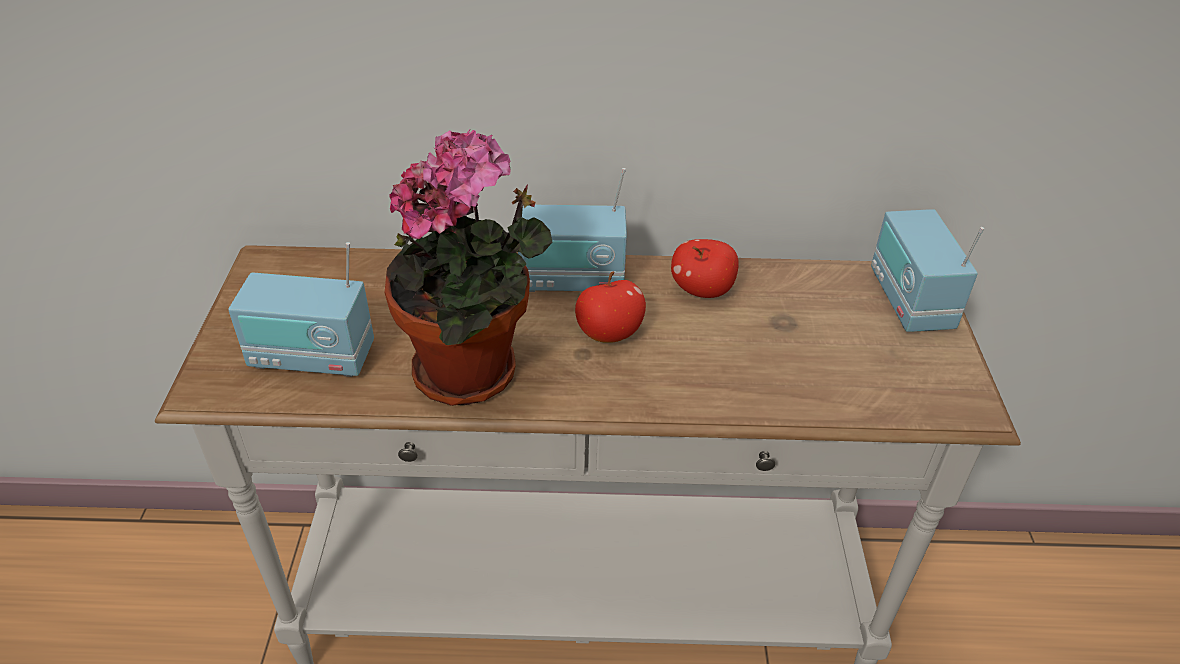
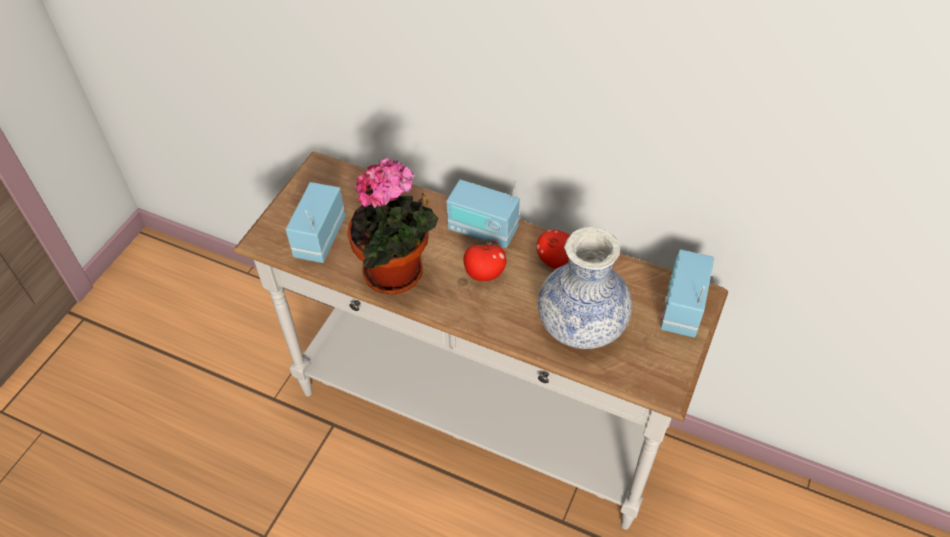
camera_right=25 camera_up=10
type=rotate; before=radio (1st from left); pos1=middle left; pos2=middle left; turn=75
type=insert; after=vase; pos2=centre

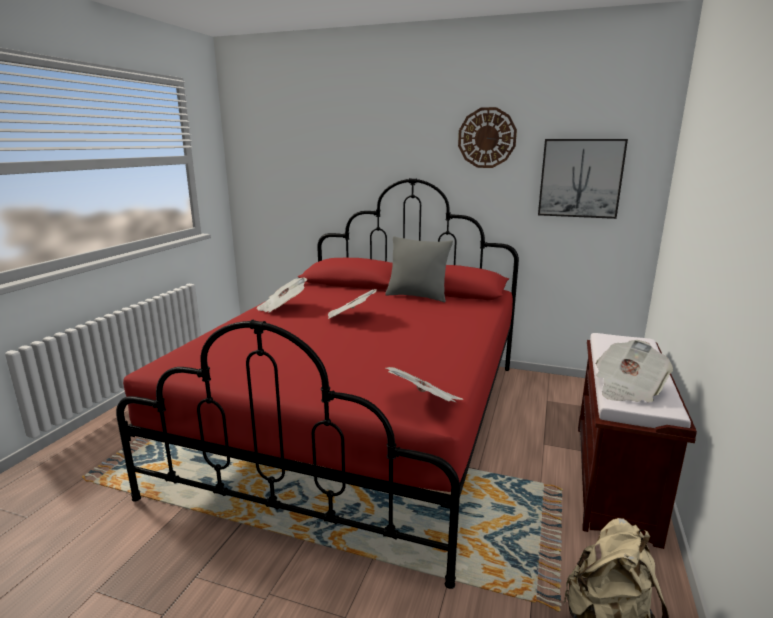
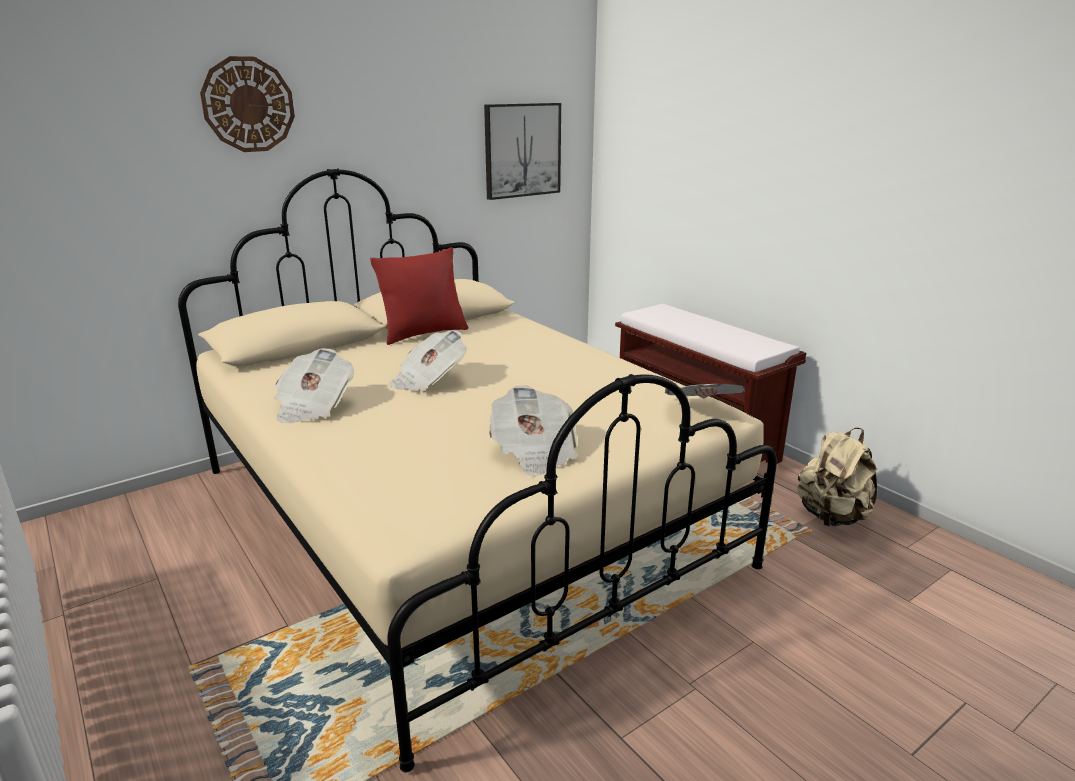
camera_right=-55 camera_up=5
type=recolor; before=red bed; after=beige bed; pos1=centre; pos2=centre
type=recolor; before=grey pillow; after=red pillow; pos1=centre; pos2=centre
type=move; before=wall clock; pos1=top centre; pos2=top left
type=move; before=newspaper (4th from left in the first image); after=newspaper (3rd from left); pos1=middle right; pos2=centre

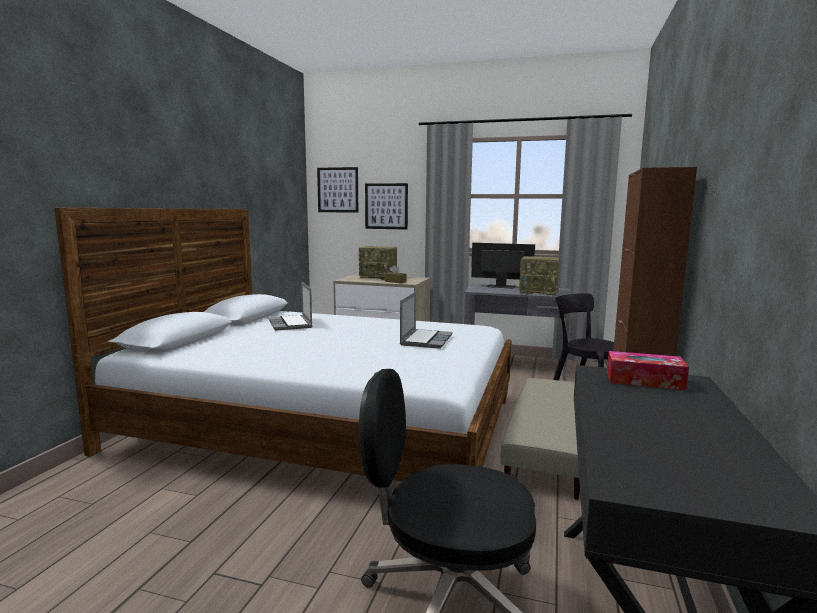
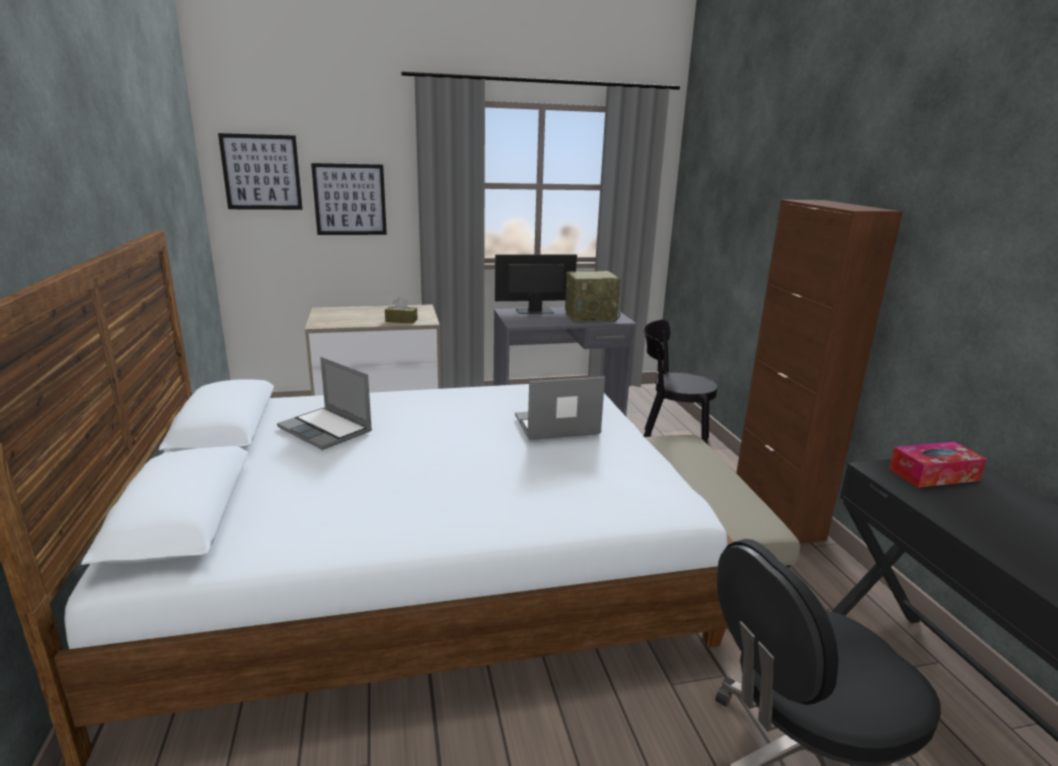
camera_right=-30 camera_up=10
type=delete; before=radio (1st from left); pos1=centre
type=rotate; before=laptop (2nd from left); pos1=centre; pos2=centre; turn=-90

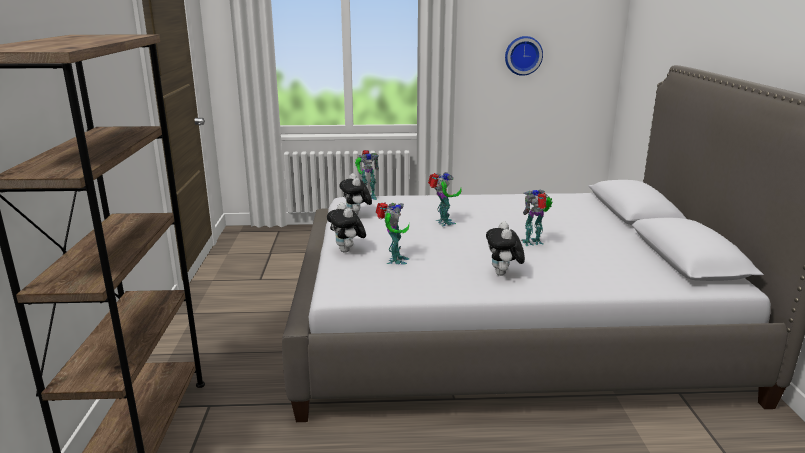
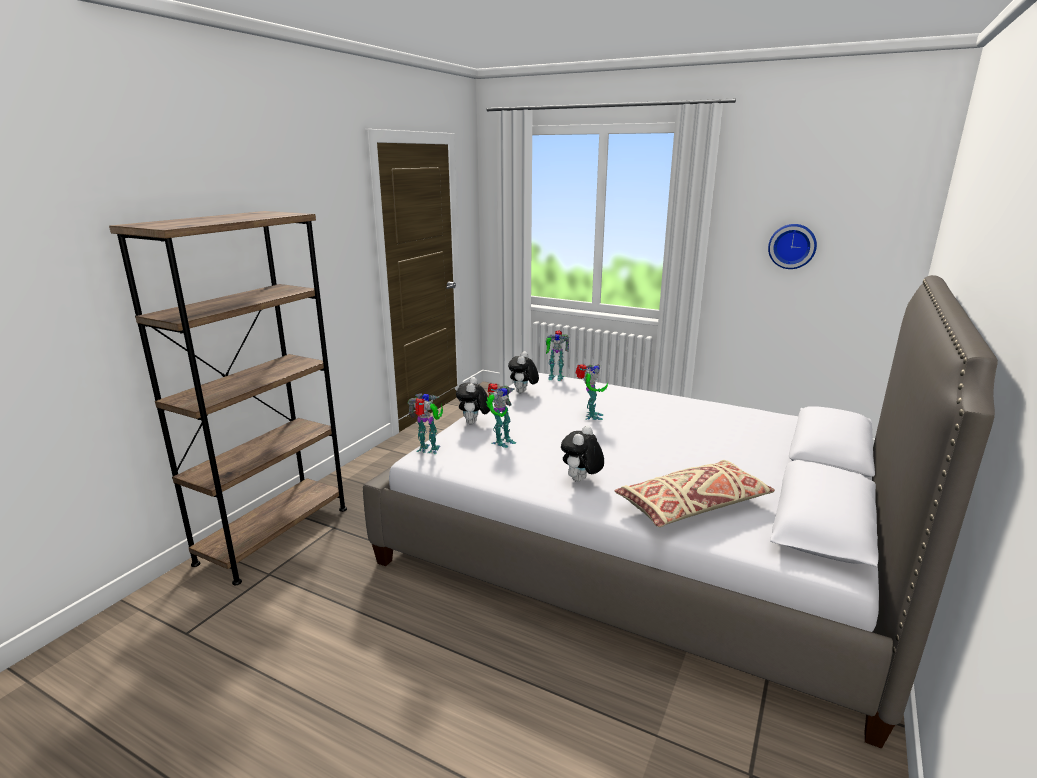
camera_right=30 camera_up=0
type=move; before=toy robot (4th from left in the first image); after=toy robot (1st from left); pos1=middle right; pos2=centre
type=insert; after=beige pillow; pos2=middle right

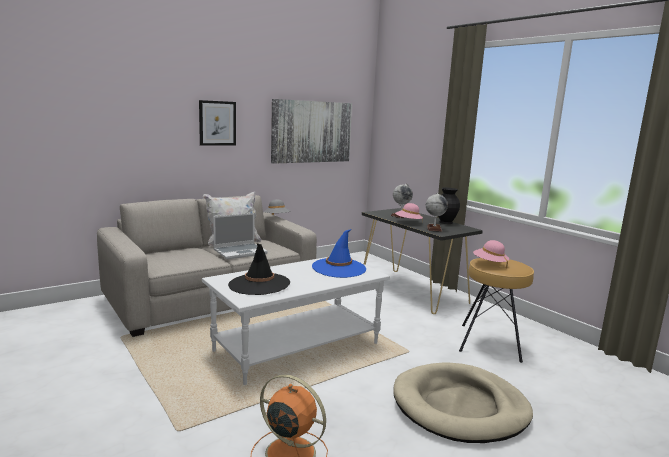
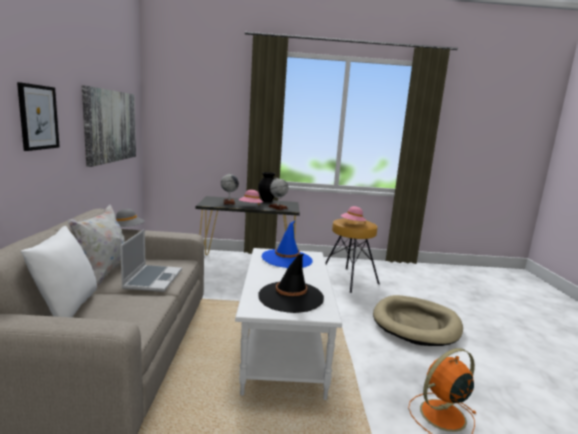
camera_right=-55 camera_up=0
type=insert; after=white pillow (1st from left); pos2=middle left

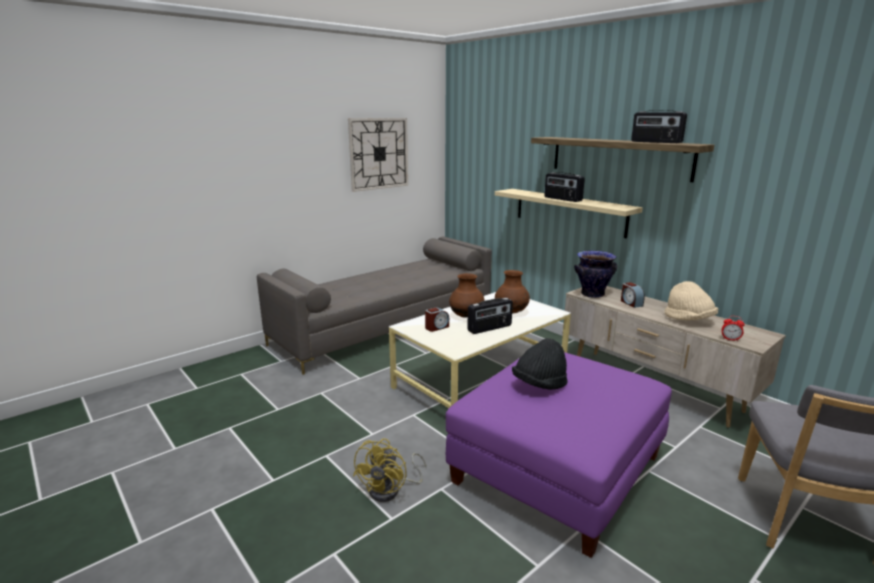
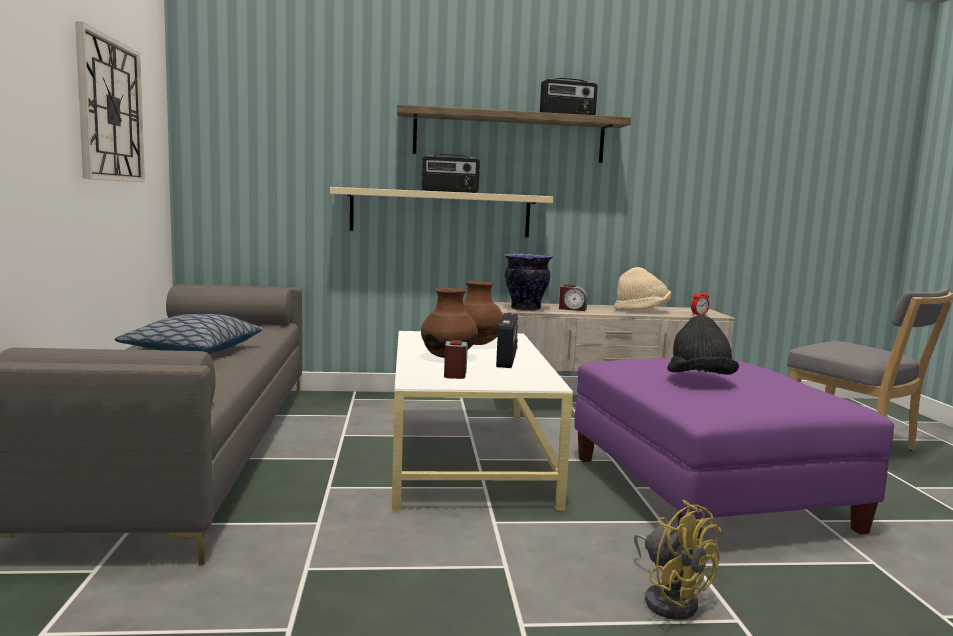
camera_right=-55 camera_up=-10
type=insert; after=pillow; pos2=middle left

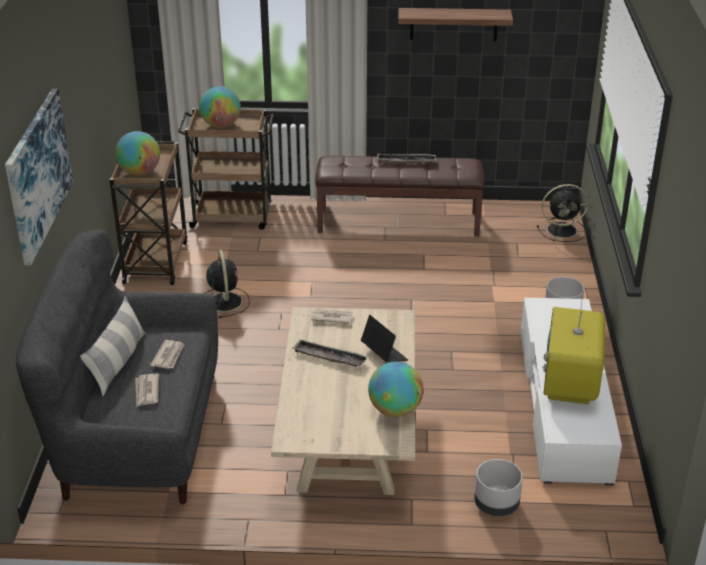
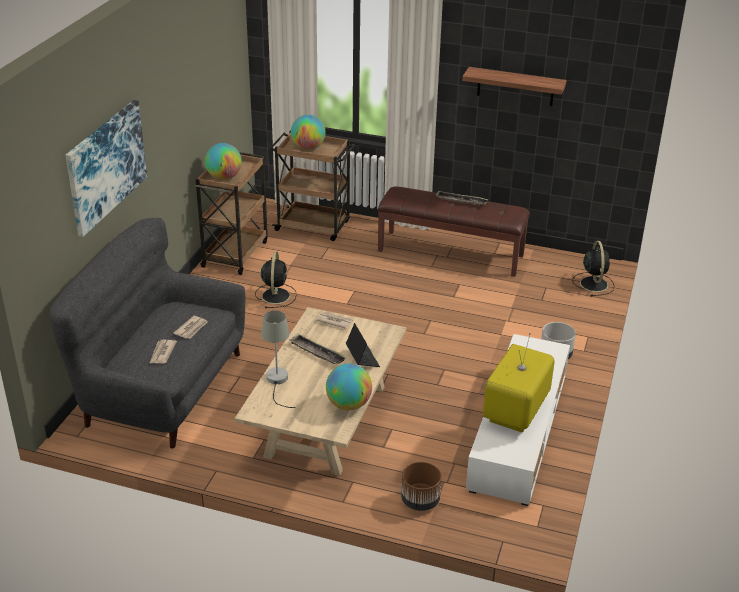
camera_right=15 camera_up=0
type=delete; before=pillow; pos1=middle left
type=recolor; before=grey planter (1st from left); after=brown planter; pos1=bottom right; pos2=bottom centre
type=rotate; before=black fan (2nd from left); pos1=middle right; pos2=middle right; turn=-105
type=insert; after=grey table lamp; pos2=centre

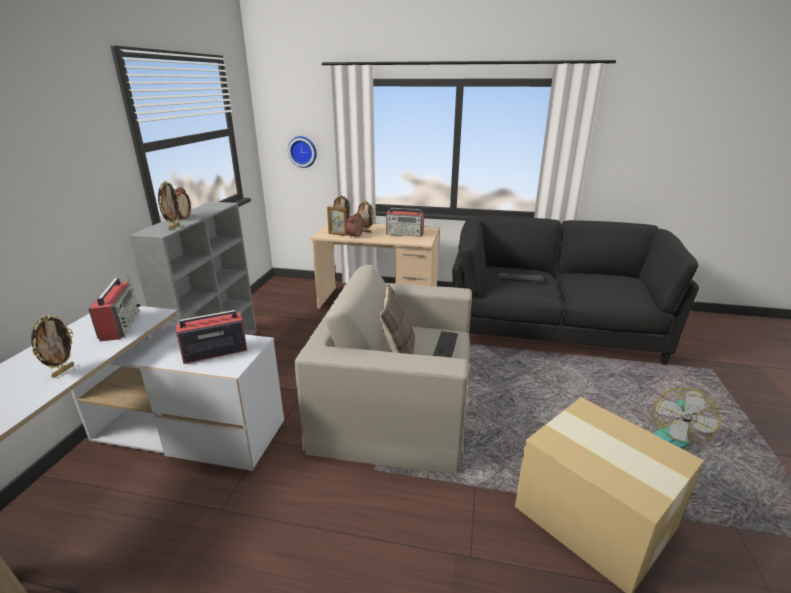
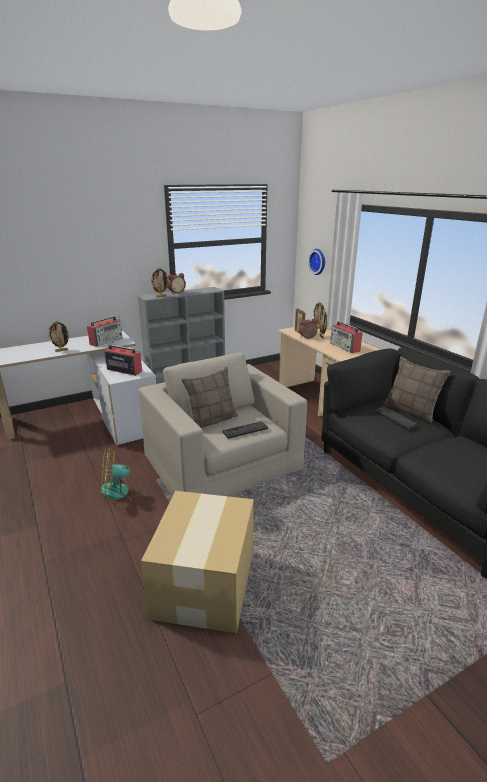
camera_right=50 camera_up=0
type=move; before=fan; pos1=bottom right; pos2=middle left
type=insert; after=pillow (2nd from left); pos2=middle right

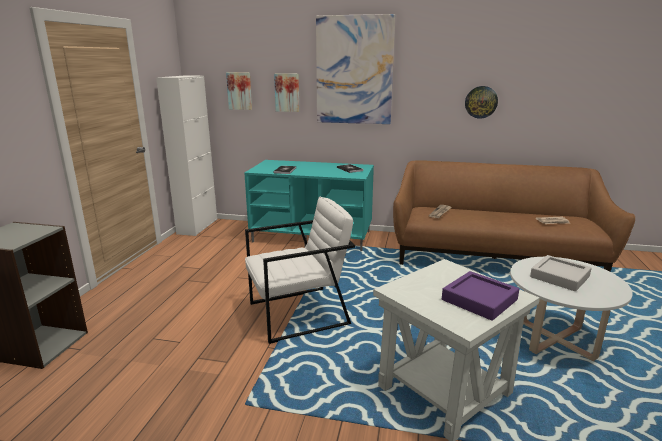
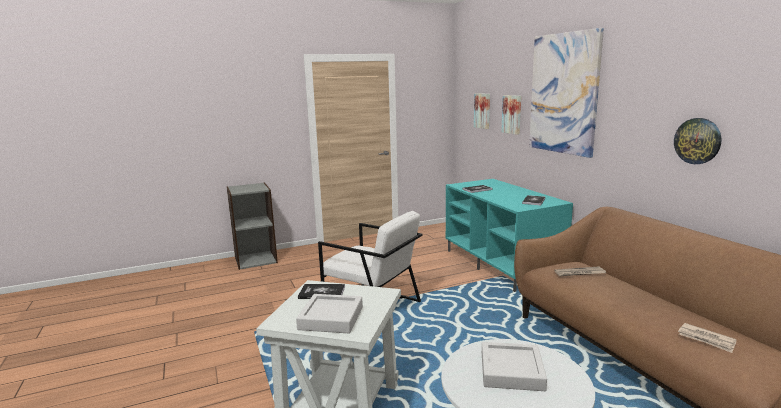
camera_right=55 camera_up=-5
type=delete; before=white cabinet; pos1=middle left
type=recolor; before=purple tray; after=grey tray (1st from left); pos1=bottom right; pos2=bottom centre
type=insert; after=book (1st from left); pos2=bottom centre

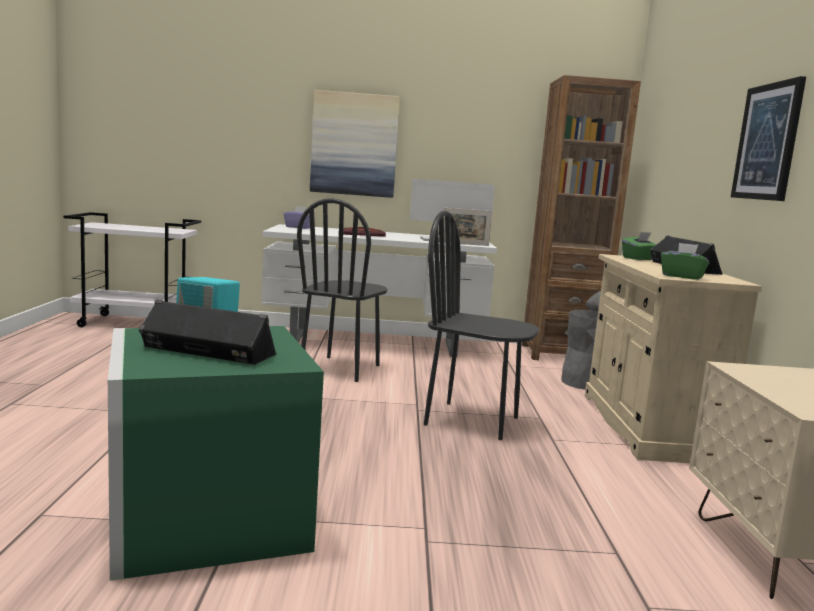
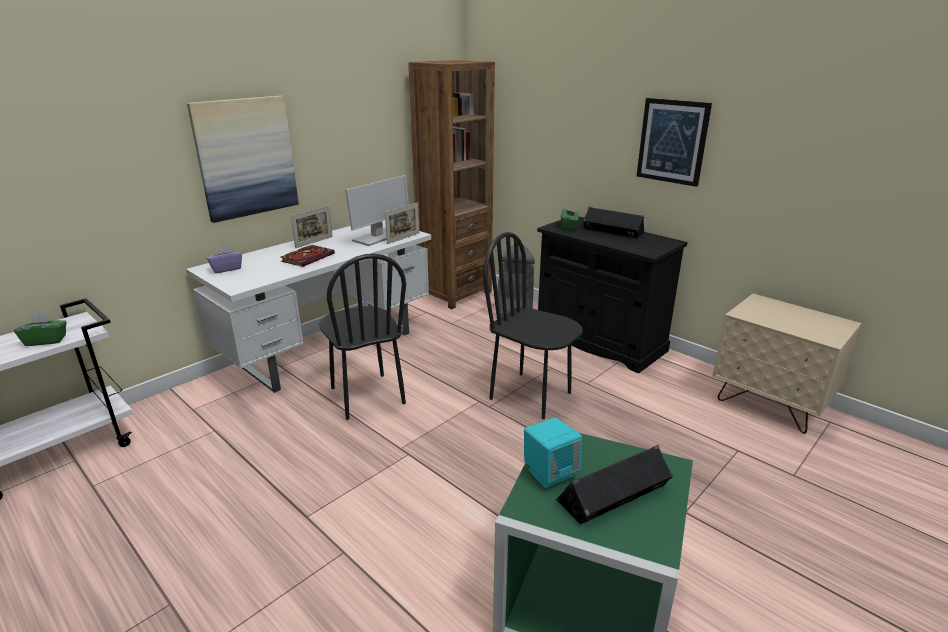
camera_right=-45 camera_up=15
type=rotate; before=black chair (2nd from left); pos1=centre; pos2=centre; turn=60
type=recolor; before=beige cabinet; after=black cabinet; pos1=middle right; pos2=centre
type=move; before=green tissue box (2nd from left in the first image); after=green tissue box (1st from left); pos1=middle right; pos2=middle left
type=insert; after=picture frame (1st from left); pos2=middle left

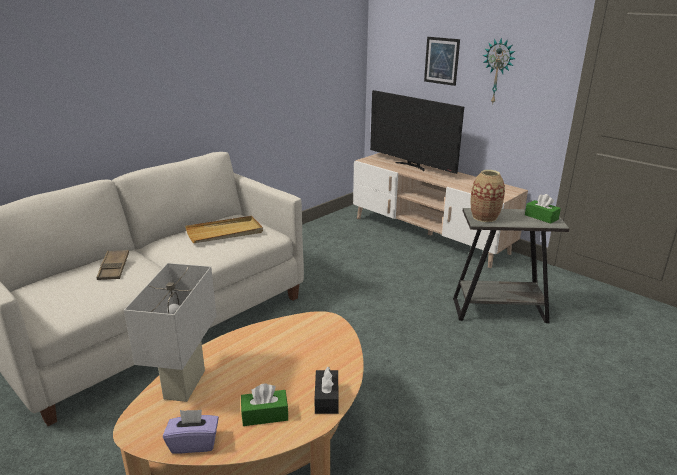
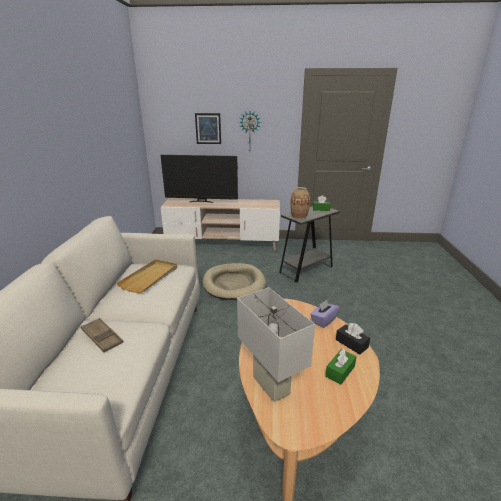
camera_right=-40 camera_up=0
type=move; before=purple tissue box; pos1=bottom left; pos2=centre
type=insert; after=beige dog bed; pos2=centre

